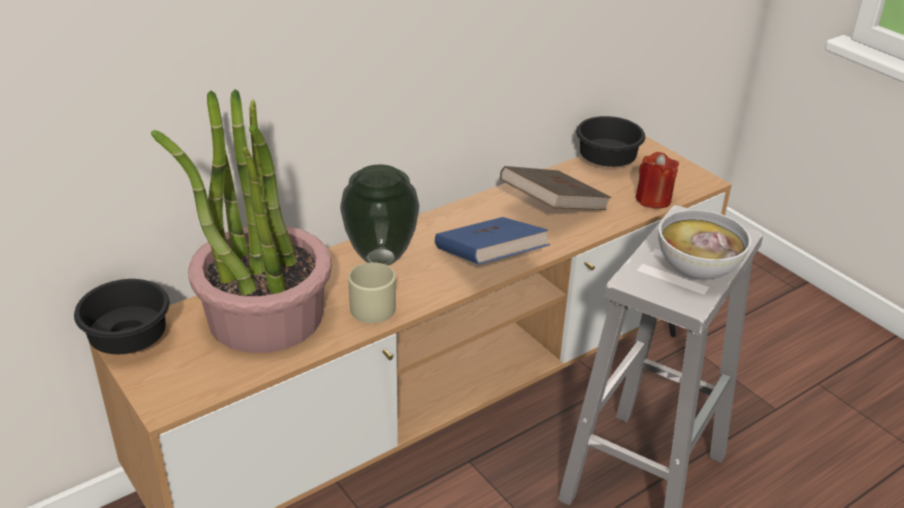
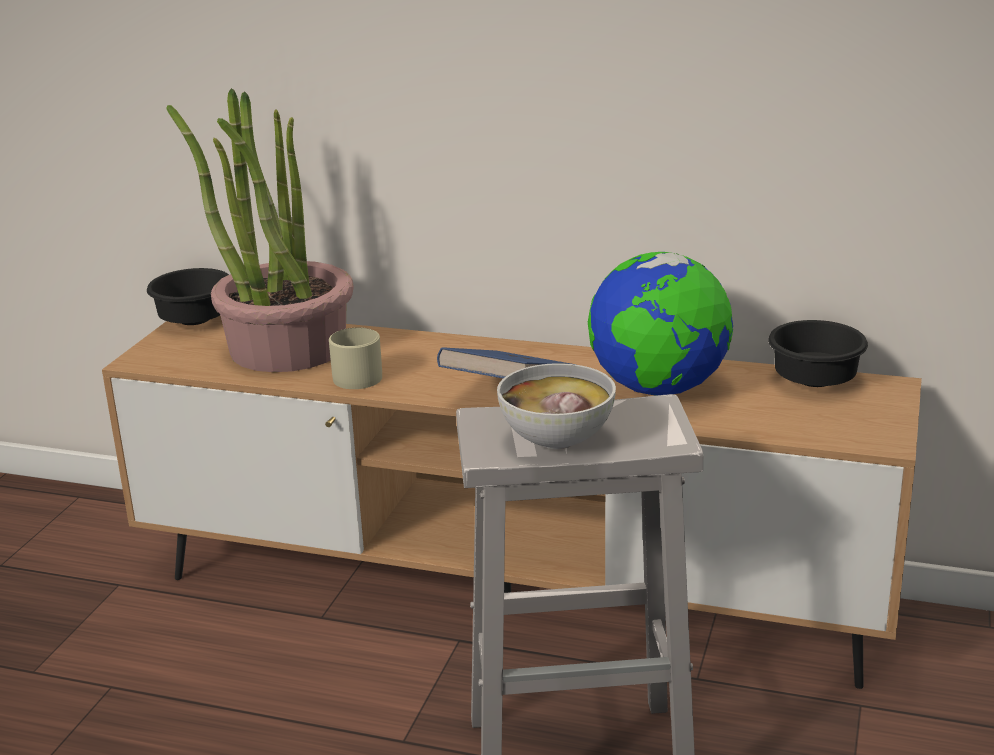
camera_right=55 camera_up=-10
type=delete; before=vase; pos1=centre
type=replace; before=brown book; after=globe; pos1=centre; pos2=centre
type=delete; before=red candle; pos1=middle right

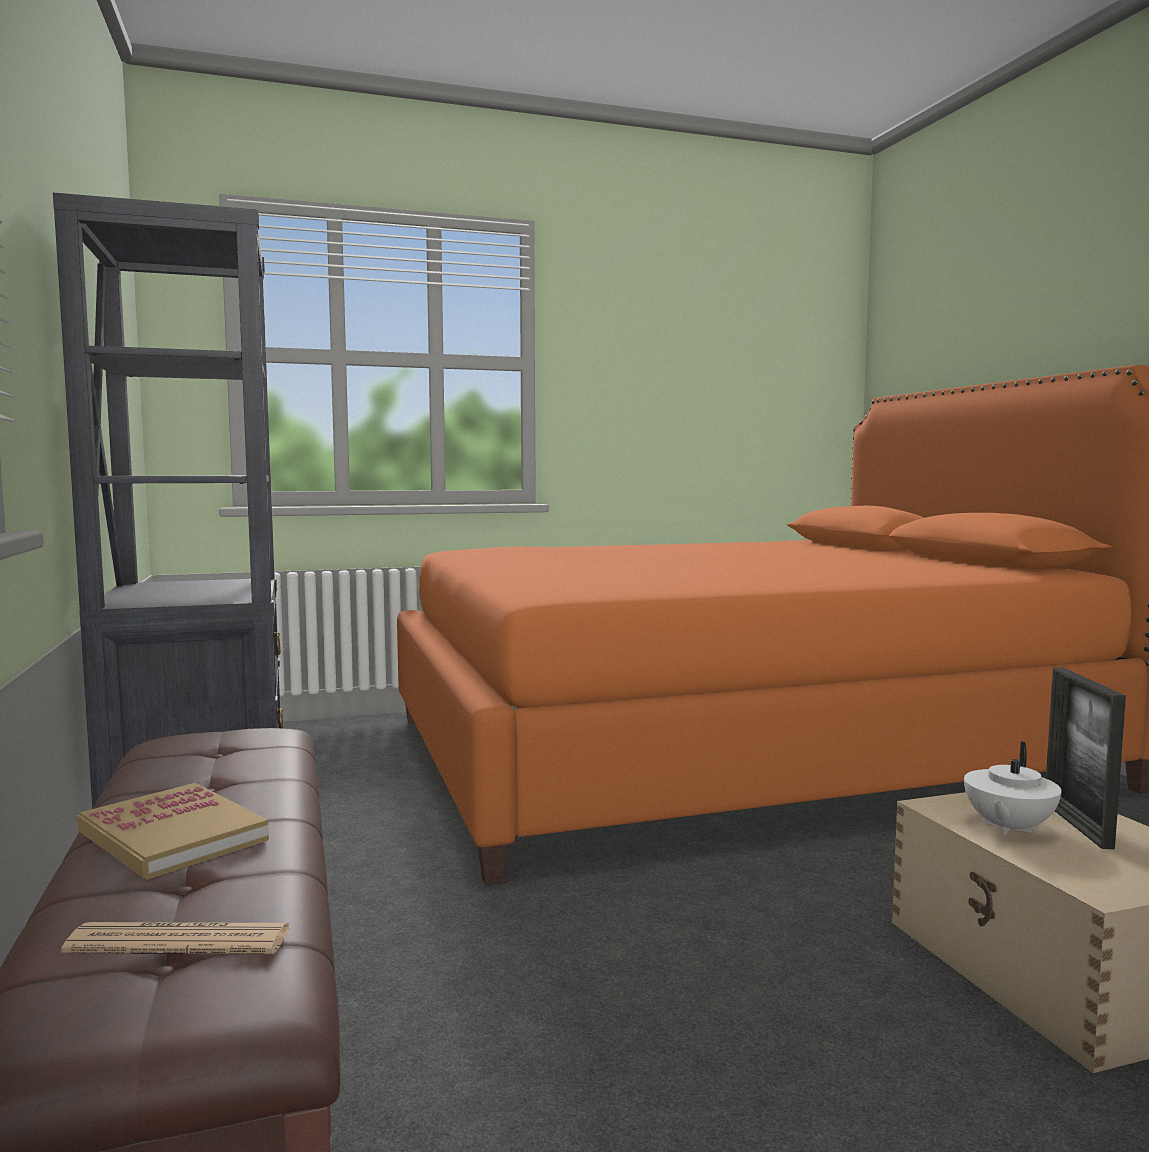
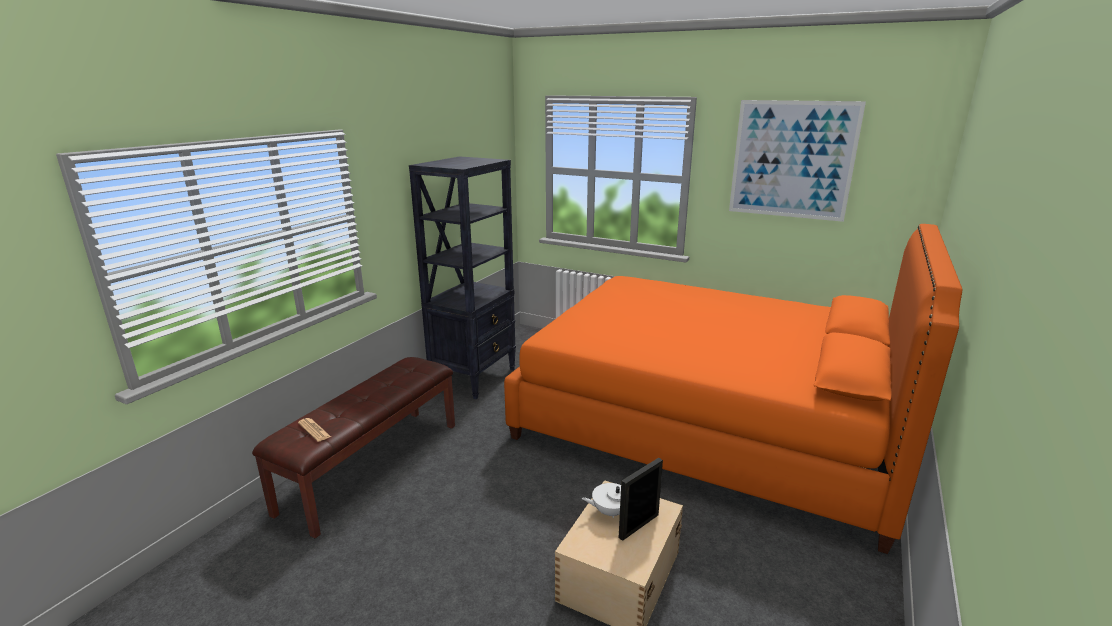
camera_right=45 camera_up=15
type=delete; before=book; pos1=bottom left
type=insert; after=picture; pos2=top right

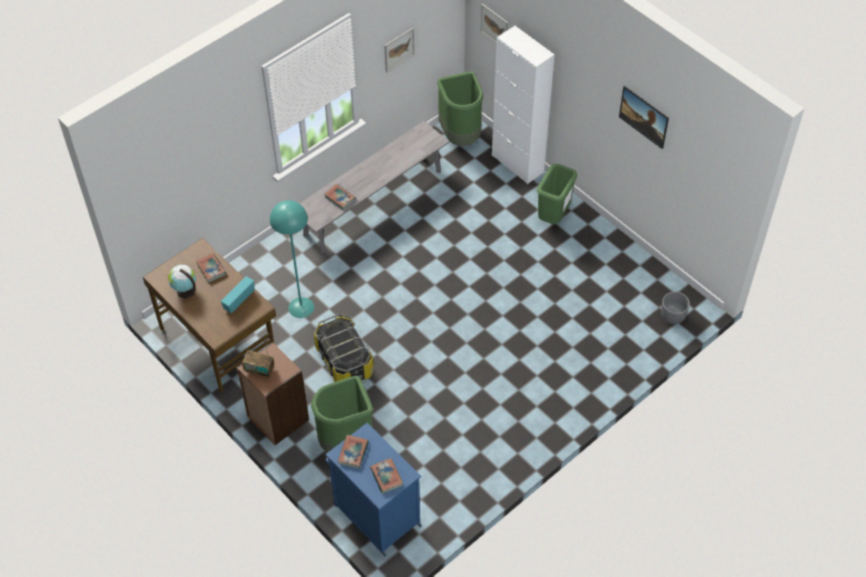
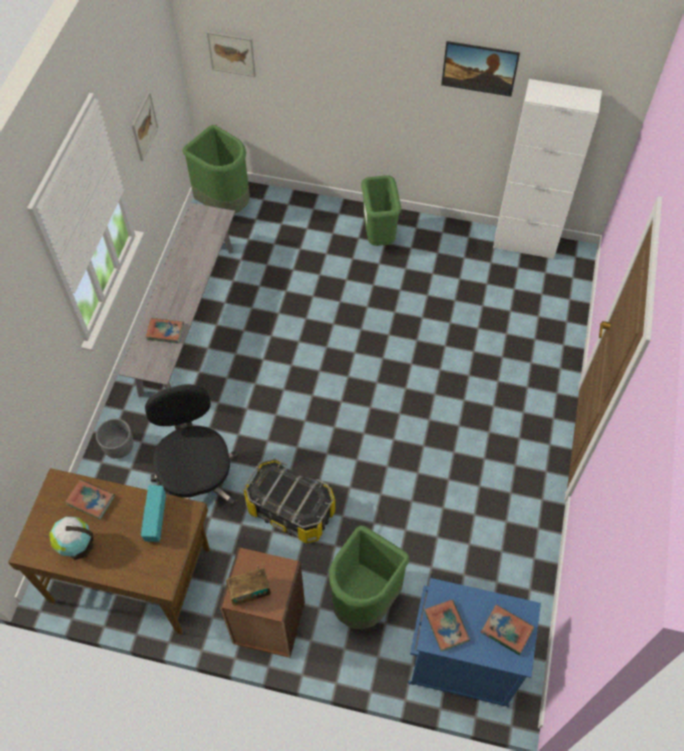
camera_right=-35 camera_up=5
type=replace; before=turquoise floor lamp; after=black office chair; pos1=centre; pos2=middle left
type=move; before=white cabinet; pos1=top centre; pos2=top right
type=move; before=grey planter; pos1=middle right; pos2=middle left

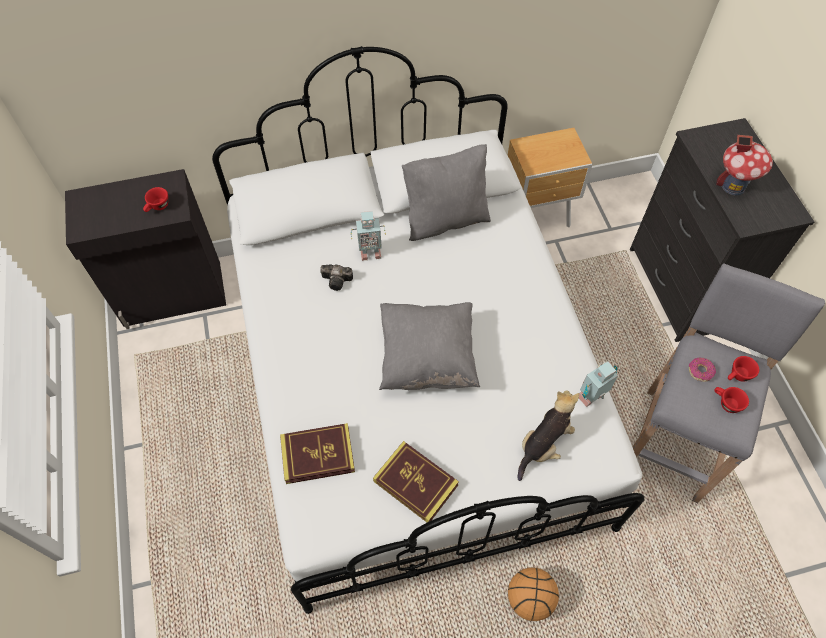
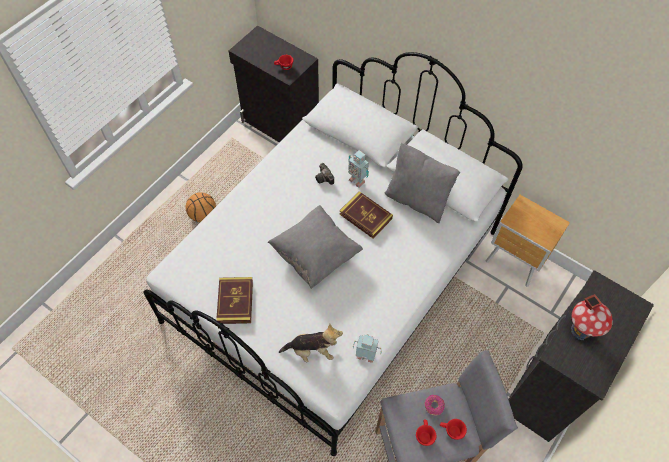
camera_right=50 camera_up=0
type=move; before=book (1st from left in the first image); after=book (2nd from left); pos1=bottom centre; pos2=centre
type=move; before=basketball; pos1=bottom centre; pos2=middle left

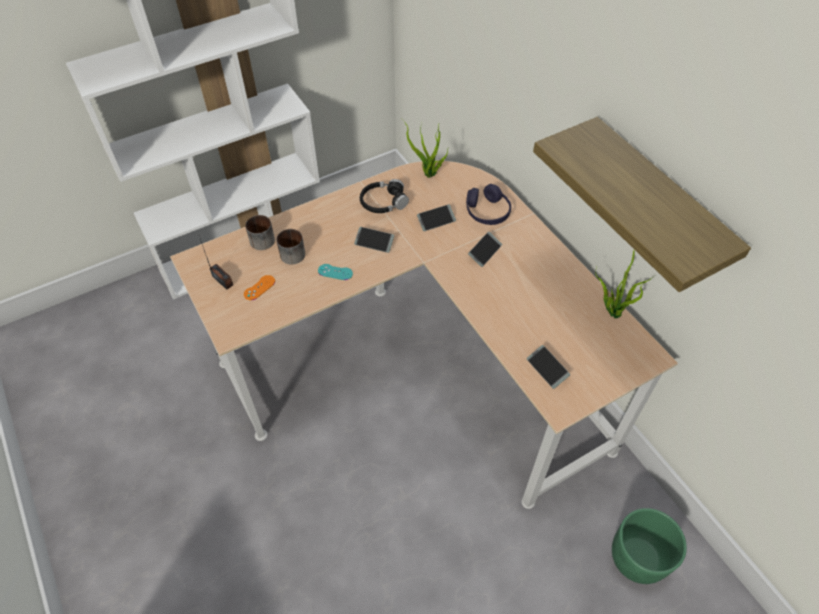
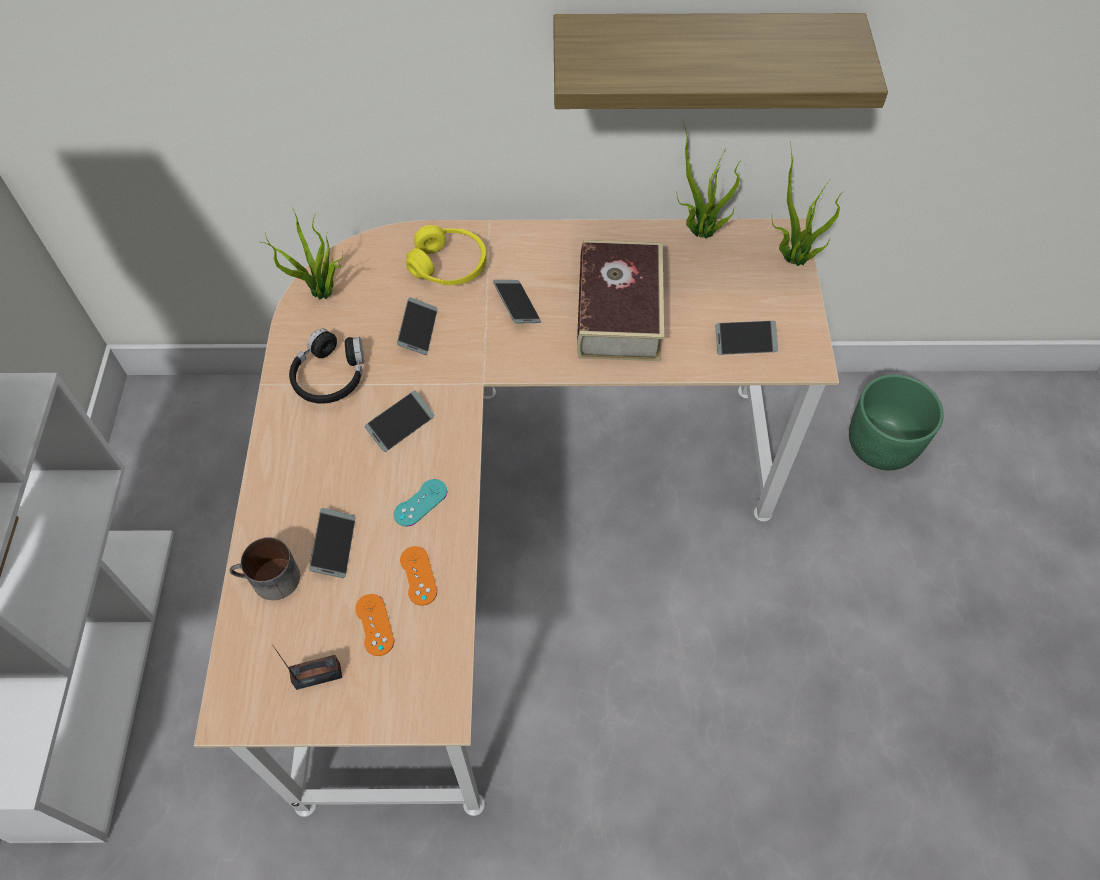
camera_right=-60 camera_up=5
type=replace; before=mug (2nd from left); after=phone (1st from left); pos1=centre; pos2=middle left
type=recolor; before=purple headphones; after=yellow headphones; pos1=top centre; pos2=top centre
type=insert; after=orange game controller (2nd from left); pos2=centre
type=insert; after=book; pos2=centre
type=insert; after=potted plant (3rd from left); pos2=top right

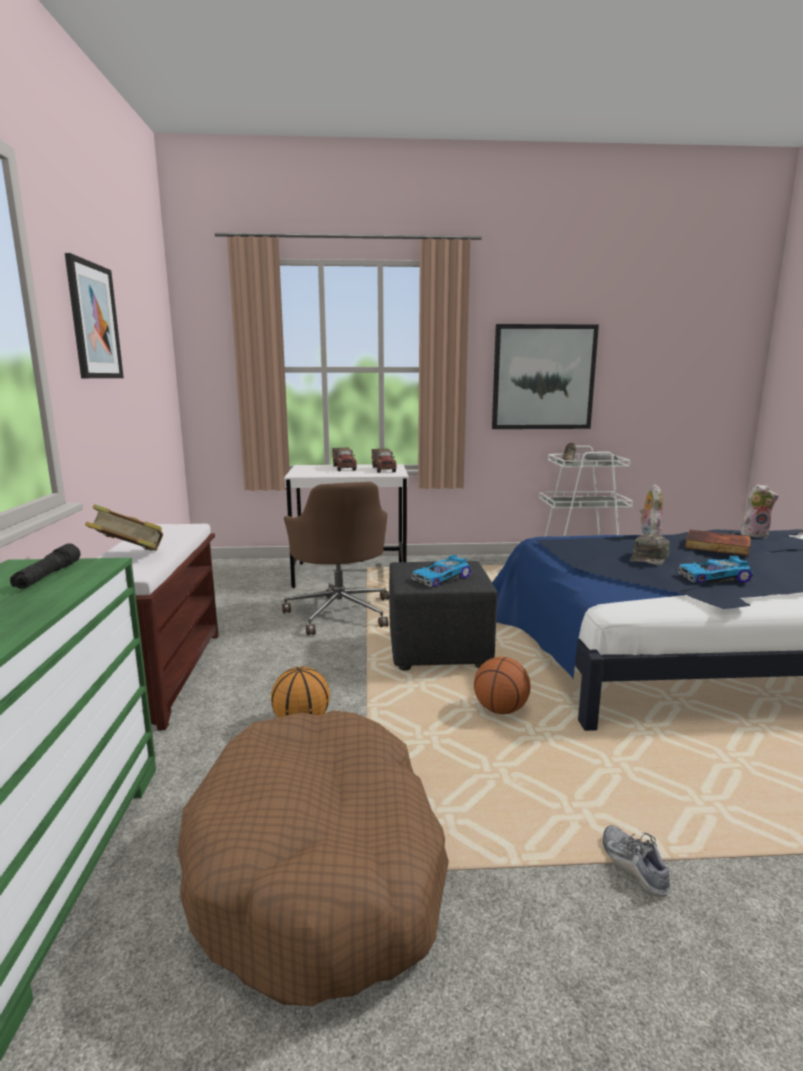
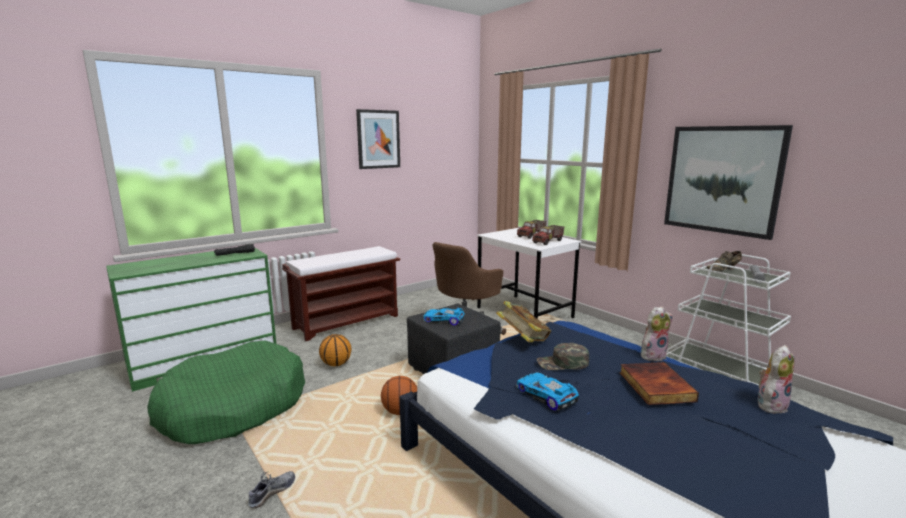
camera_right=55 camera_up=0
type=move; before=book (1st from left); pos1=middle left; pos2=centre
type=recolor; before=brown dog bed; after=green dog bed; pos1=bottom centre; pos2=bottom left
type=rotate; before=plush toy (2nd from left); pos1=middle right; pos2=bottom right; turn=-90

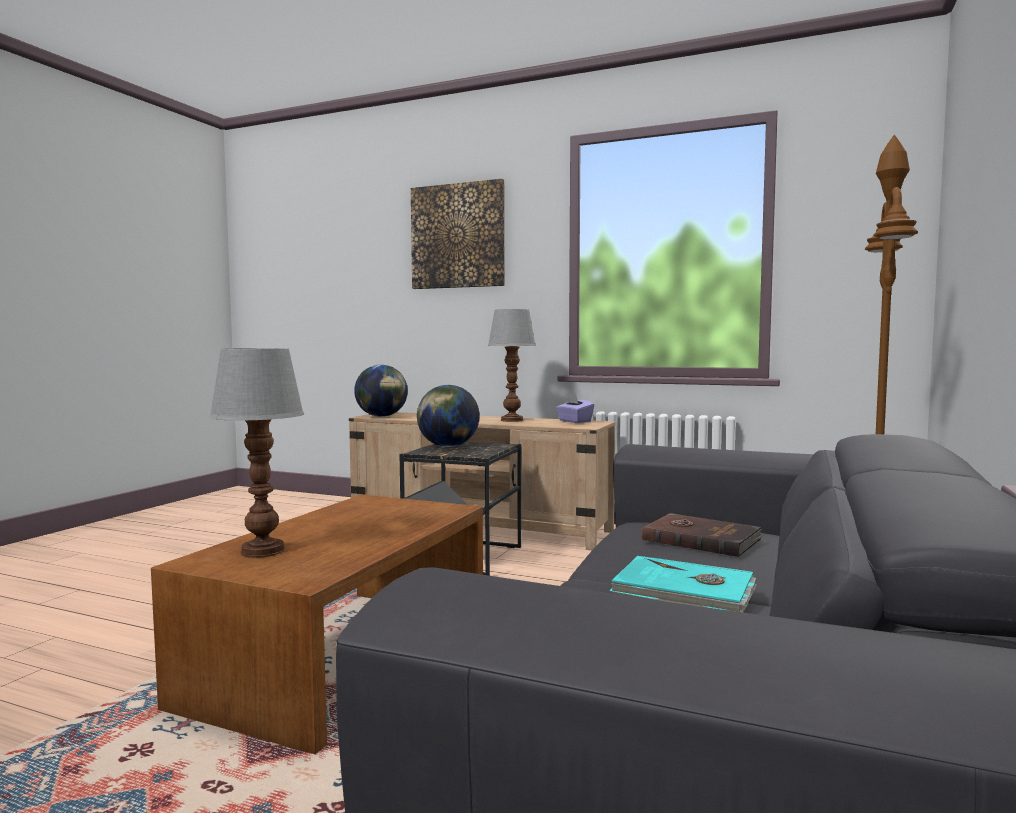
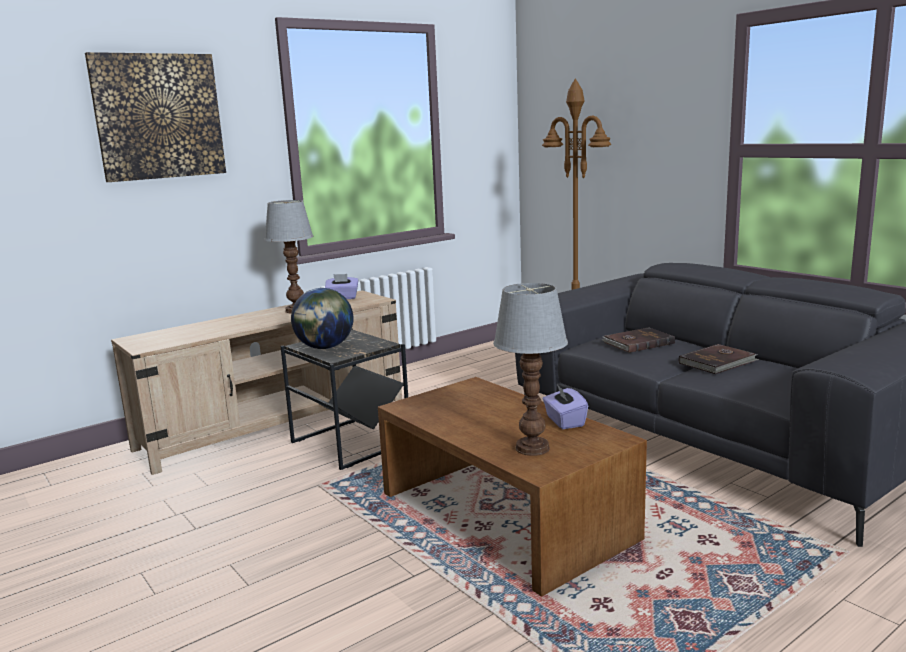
camera_right=-60 camera_up=10
type=delete; before=globe (1st from left); pos1=centre
type=recolor; before=turquoise book; after=brown book (2nd from left); pos1=bottom right; pos2=middle right
type=insert; after=purple tissue box (2nd from left); pos2=centre

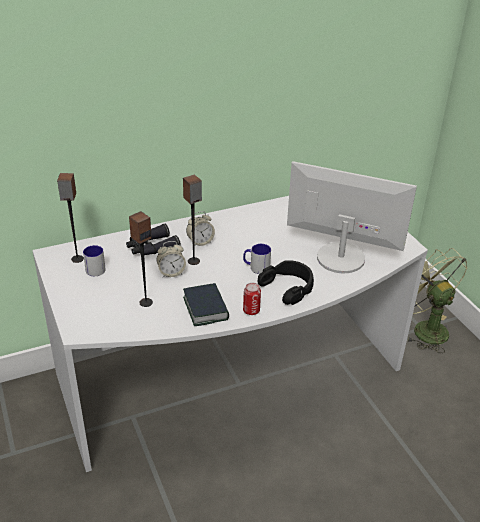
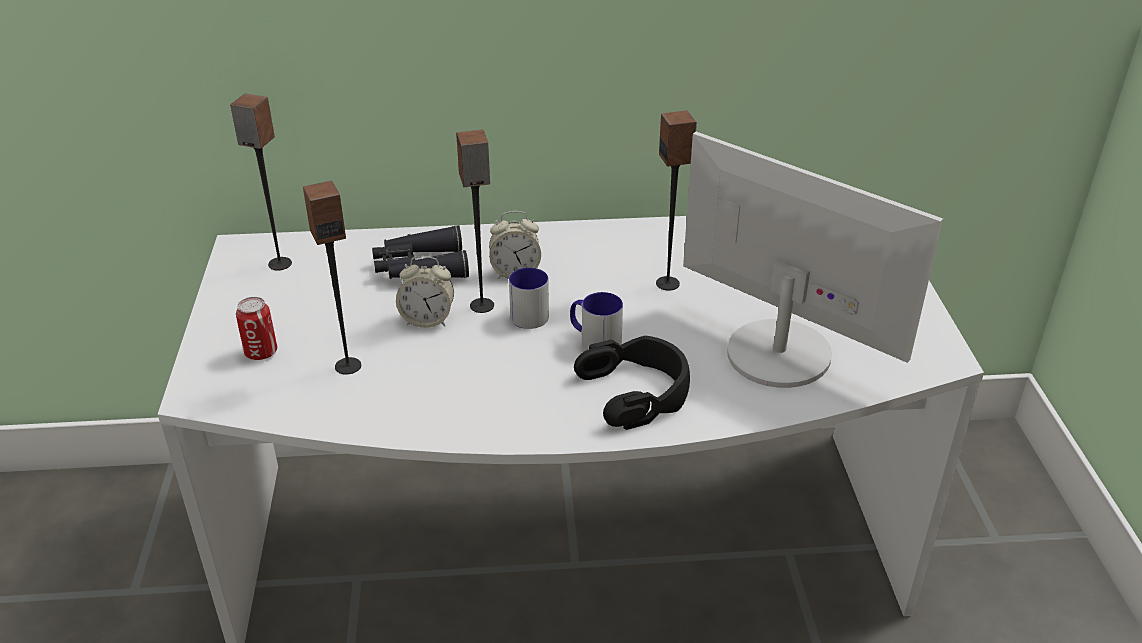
camera_right=20 camera_up=0
type=move; before=mug (1st from left); pos1=middle left; pos2=centre
type=delete; before=book; pos1=centre
type=move; before=can; pos1=centre; pos2=middle left
type=delete; before=green fan; pos1=middle right
type=insert; after=speaker (4th from left); pos2=top centre

